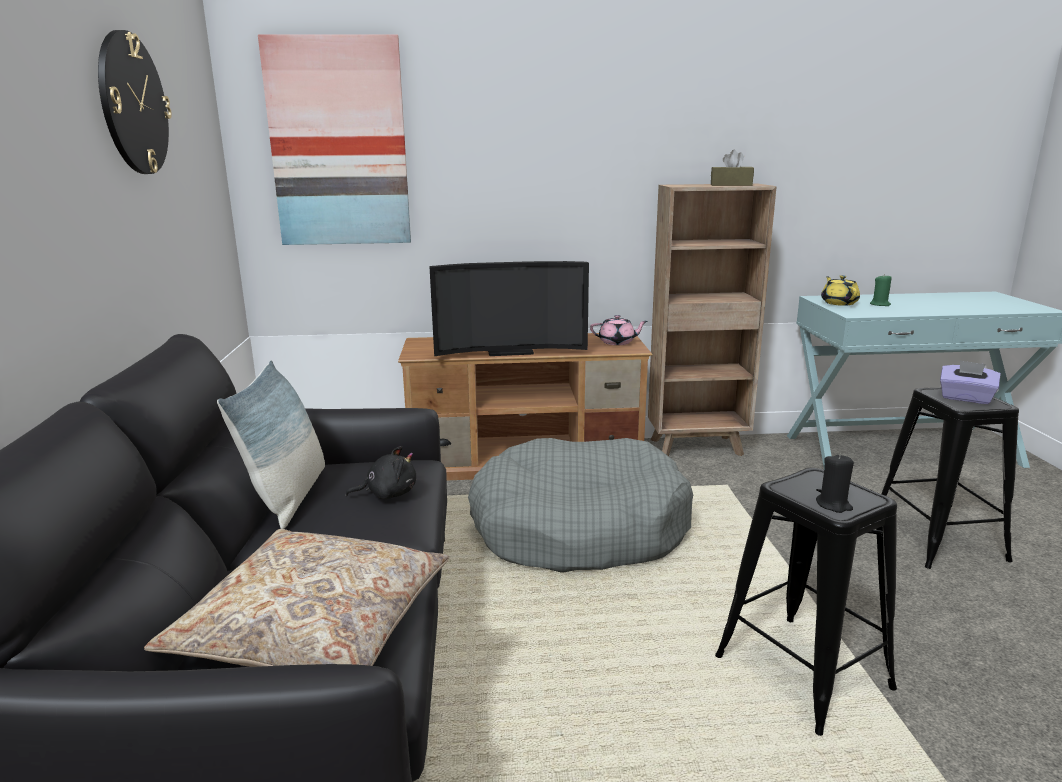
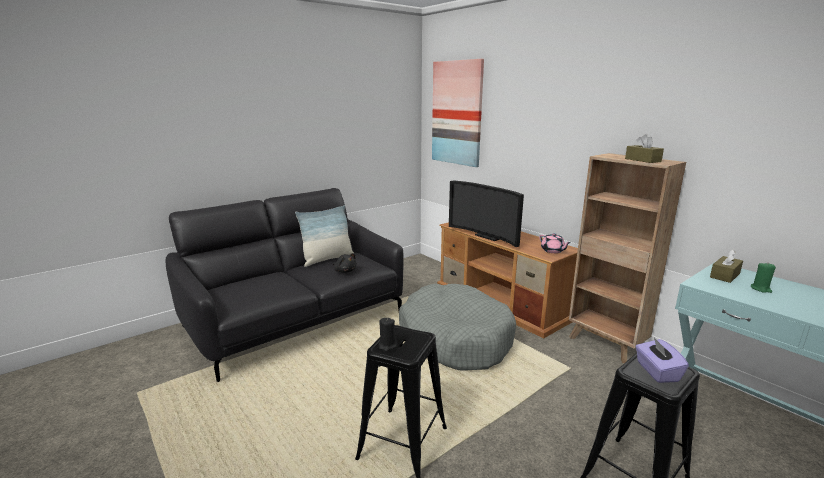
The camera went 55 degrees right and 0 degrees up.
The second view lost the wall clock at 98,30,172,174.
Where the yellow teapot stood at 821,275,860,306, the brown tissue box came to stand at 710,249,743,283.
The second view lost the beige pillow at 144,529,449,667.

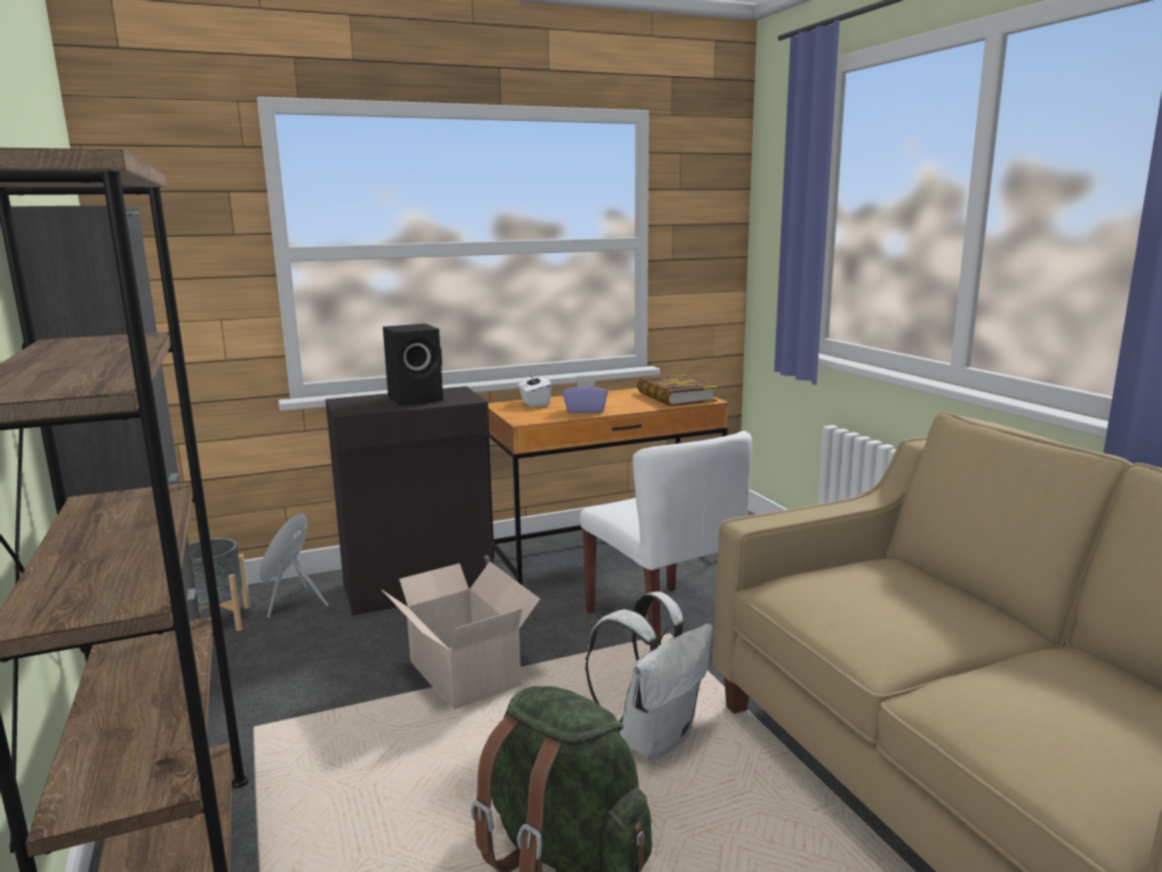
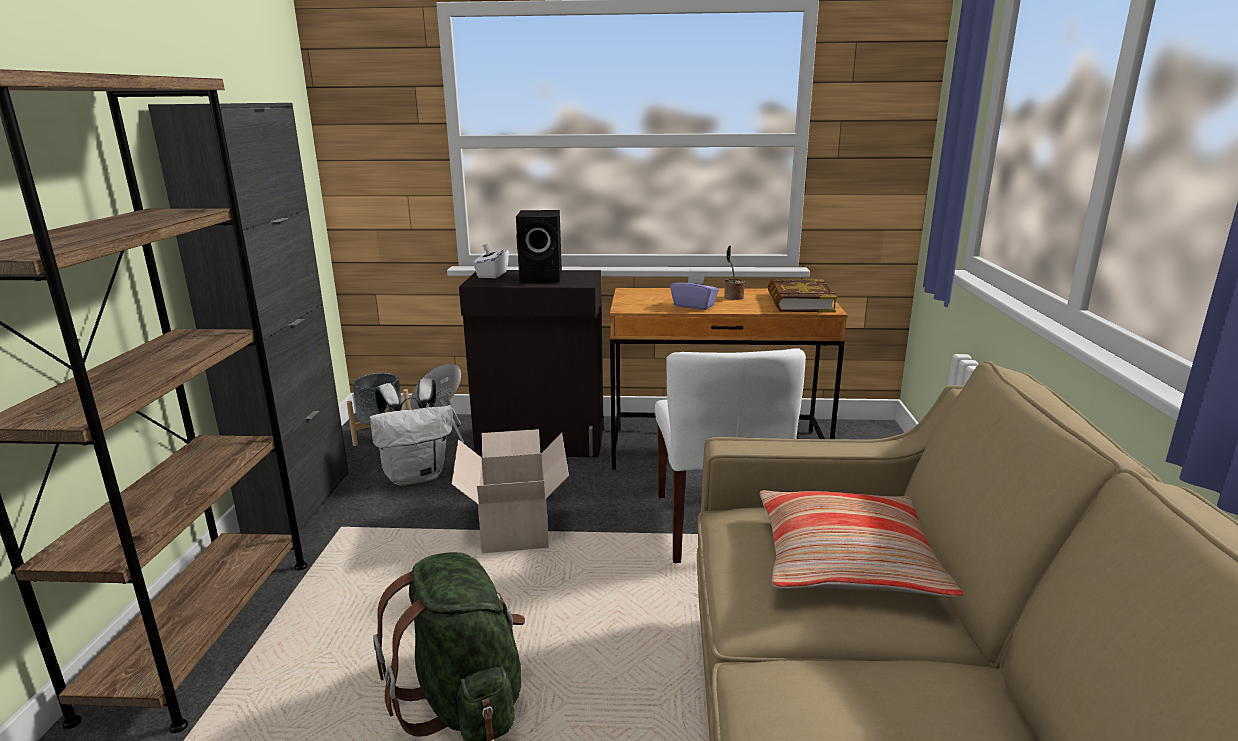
The camera went 25 degrees right and 5 degrees up.
The white tissue box ended up elsewhere, having gone from 518,369,552,407 to 473,242,509,278.
The white backpack ended up elsewhere, having gone from 585,592,713,760 to 370,378,453,486.
The second view gained the potted plant at 724,246,745,300.
The second view gained the pillow at 759,490,963,597.

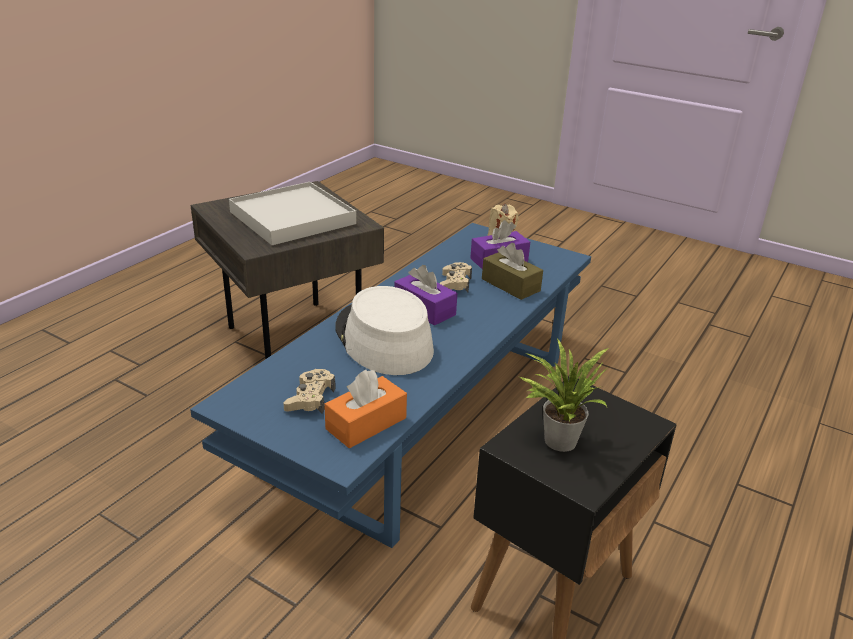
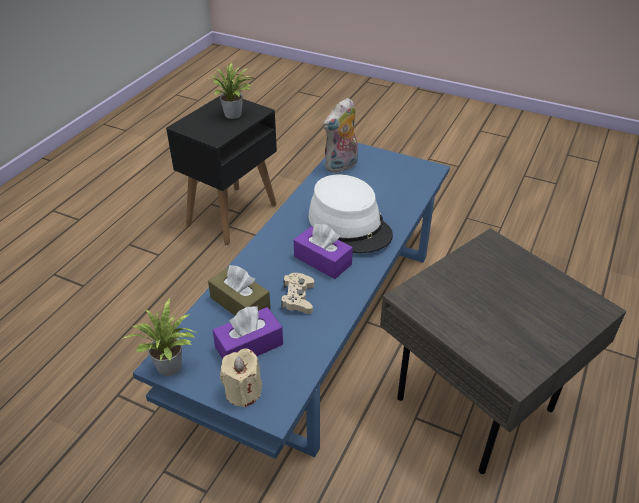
The camera went 175 degrees right and 10 degrees up.
The second view lost the white tray at 229,182,356,245.
The second view lost the beige game controller at 283,369,336,414.
Where the orange tissue box stood at 324,370,407,448, the plush toy came to stand at 323,98,358,173.
The second view gained the potted plant at 122,298,197,376.

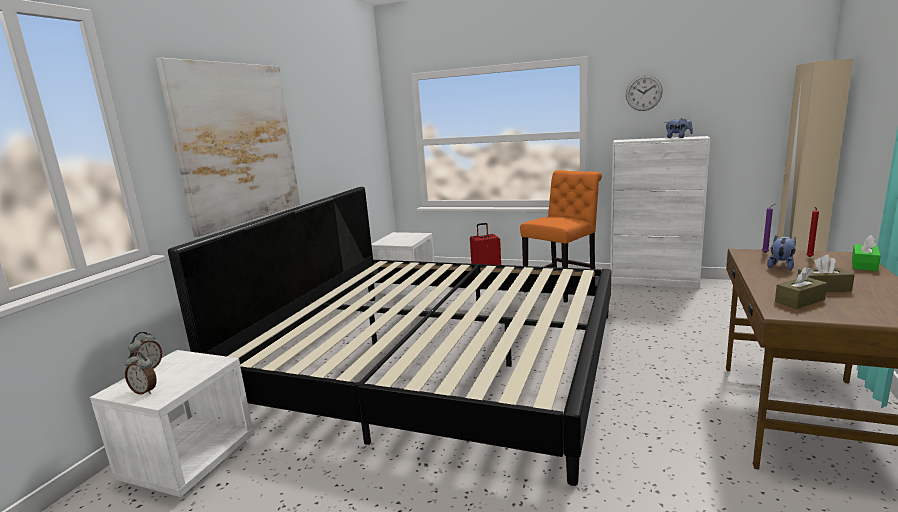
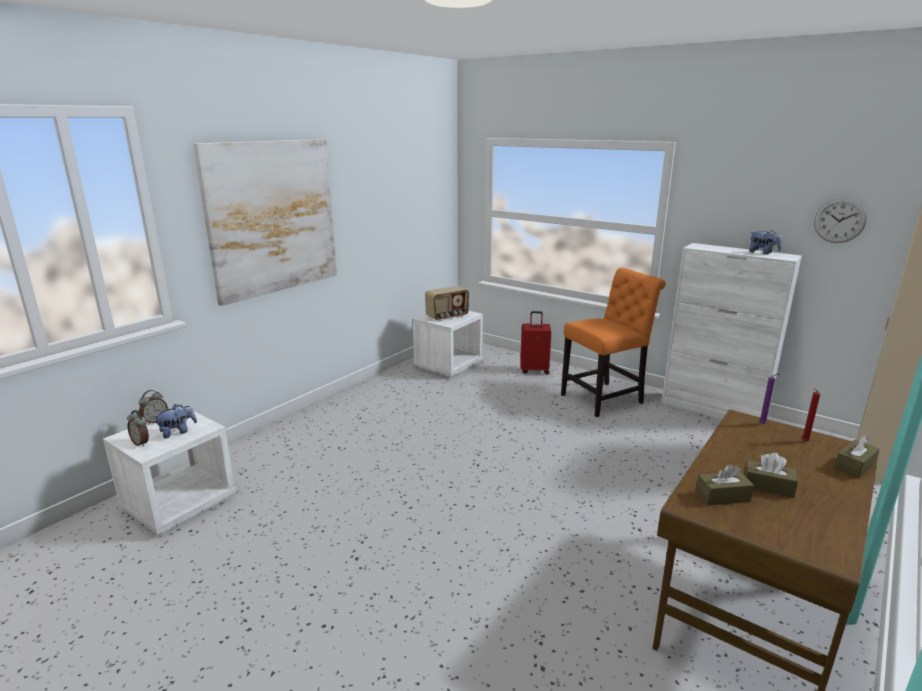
The camera went 15 degrees right and 5 degrees up.
The wall clock ended up elsewhere, having gone from 626,75,663,111 to 814,198,867,243.
The second view lost the bed at 168,187,611,486.
The plush toy ended up elsewhere, having gone from 767,235,796,270 to 153,404,197,438.
What was the green tissue box at 852,235,881,271 turned into the brown tissue box at 834,435,879,479.
The second view gained the radio at 425,286,469,321.

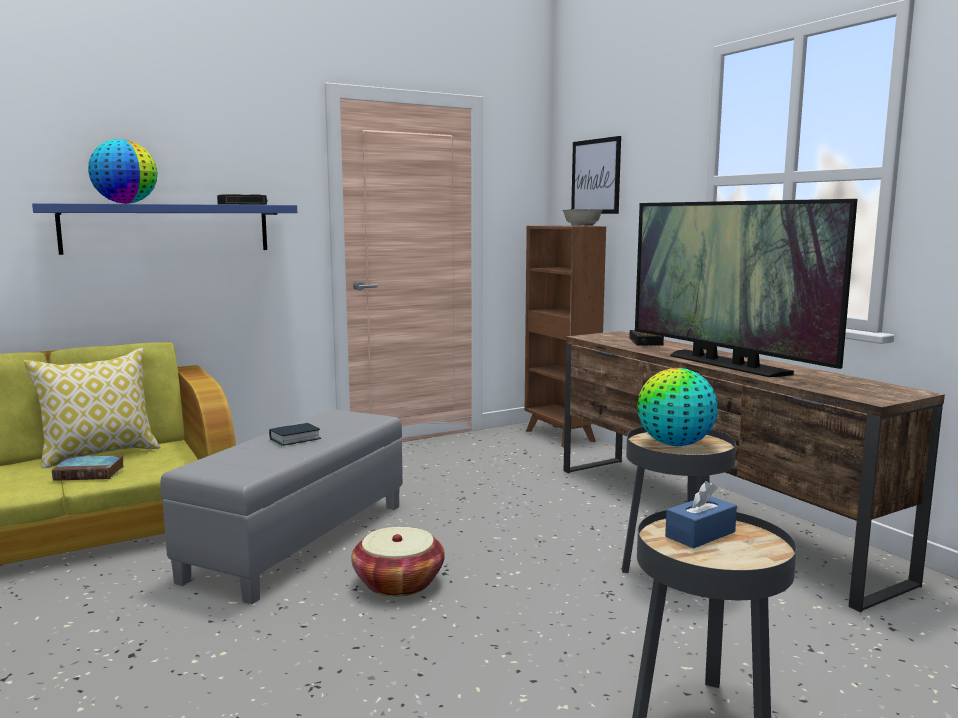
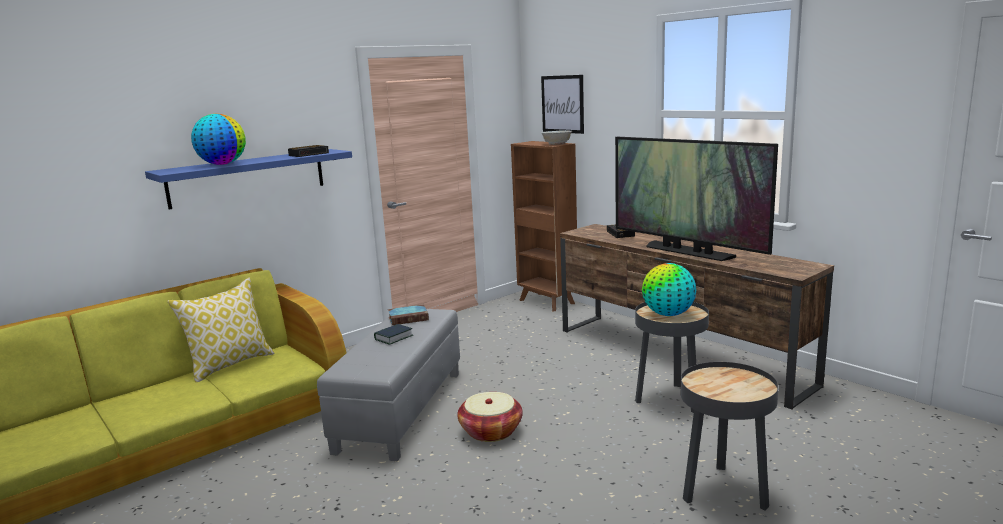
The camera went 10 degrees left and 5 degrees up.
The book ended up elsewhere, having gone from 52,455,124,481 to 388,304,429,325.
The second view lost the blue tissue box at 665,481,737,549.

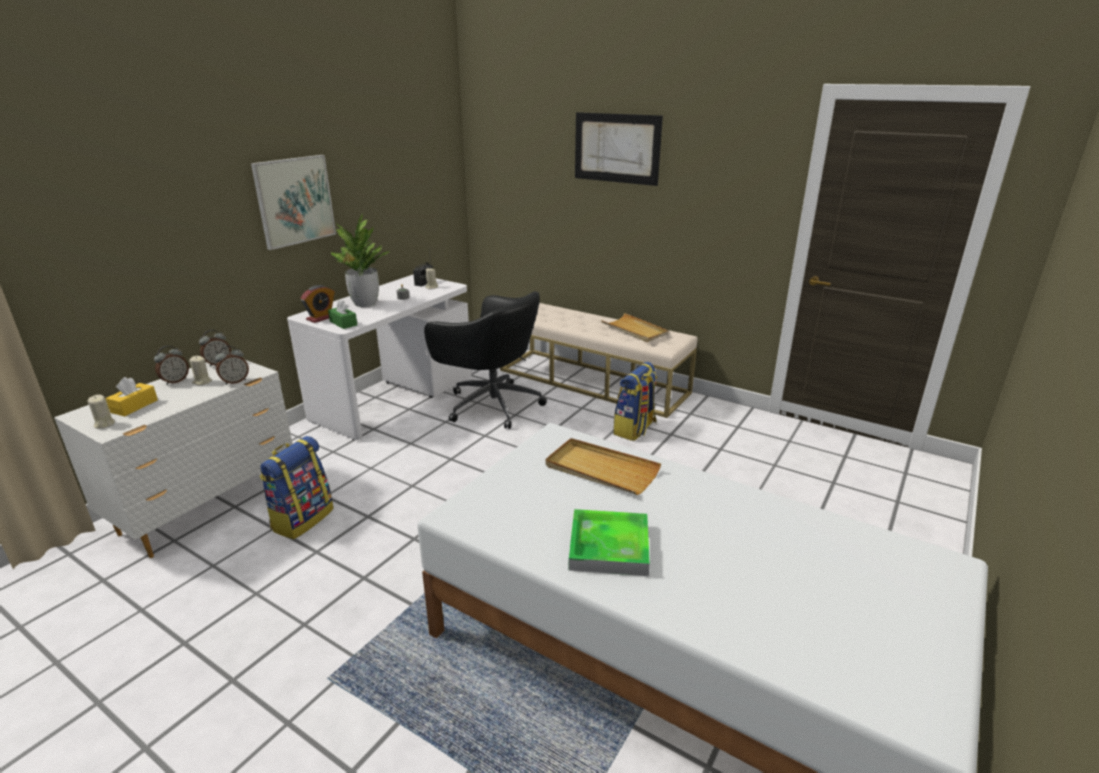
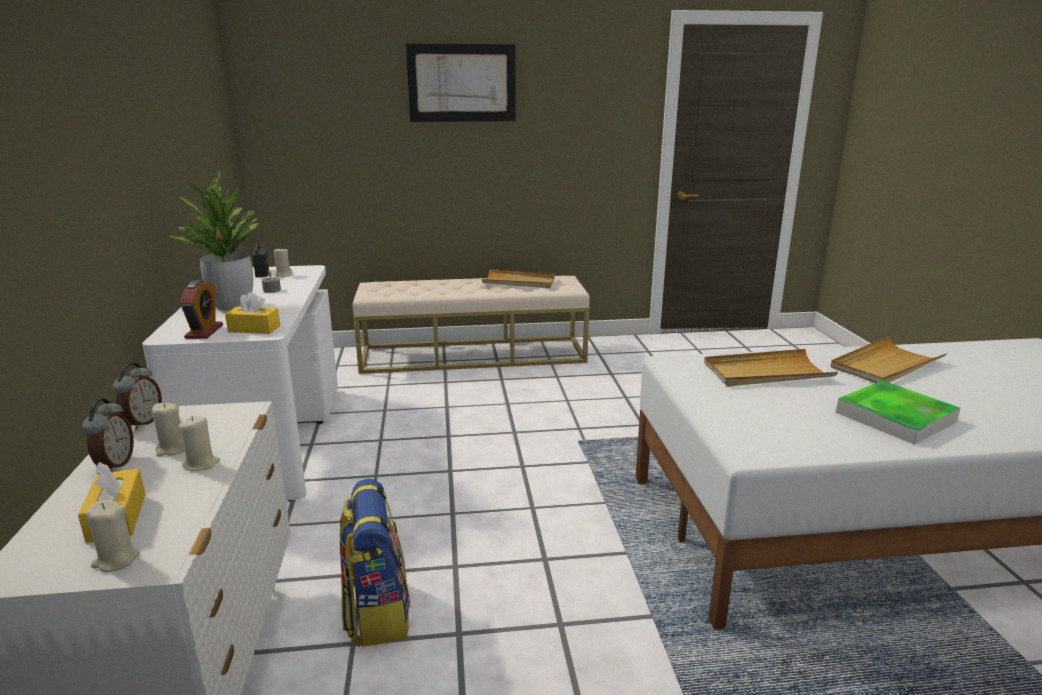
The camera went 40 degrees left and 5 degrees down.
The second view lost the picture at 251,155,336,250.
The second view lost the black office chair at 424,291,547,429.
What was the green tissue box at 328,300,357,329 turned into the yellow tissue box at 225,292,280,334.
The second view lost the alarm clock at 215,346,249,385.
The second view lost the backpack at 613,362,657,441.
The second view gained the beige tray at 831,336,947,383.
The second view gained the beige candle at 178,416,220,471.

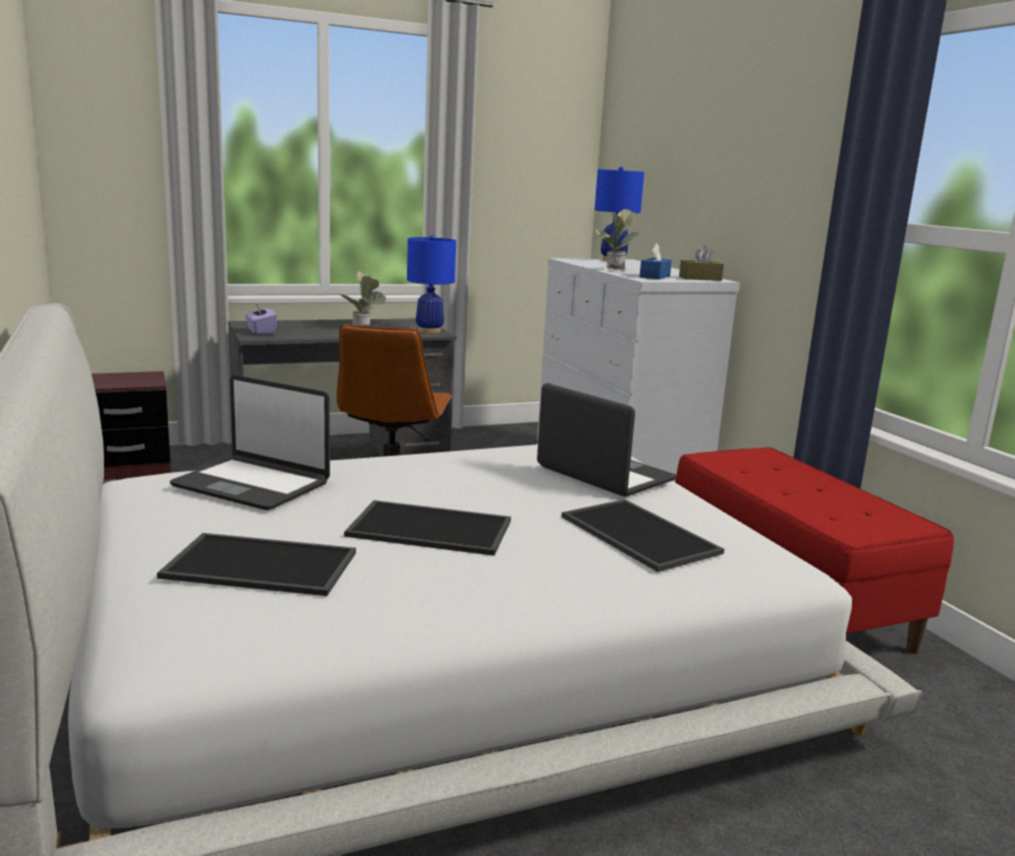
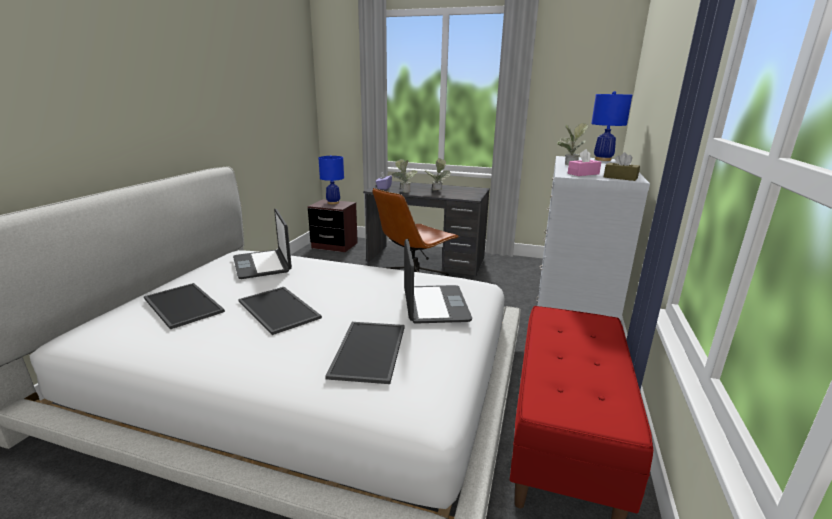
The camera went 40 degrees right and 5 degrees up.
The blue table lamp ended up elsewhere, having gone from 407,235,456,333 to 319,155,344,204.
What was the blue tissue box at 640,243,672,279 turned into the pink tissue box at 568,149,601,176.
The second view gained the potted plant at 392,159,418,193.

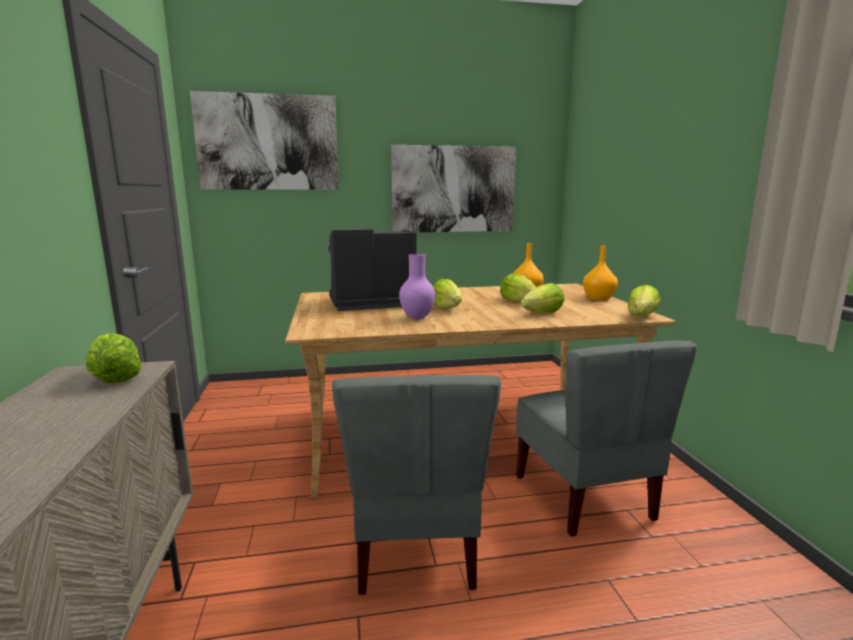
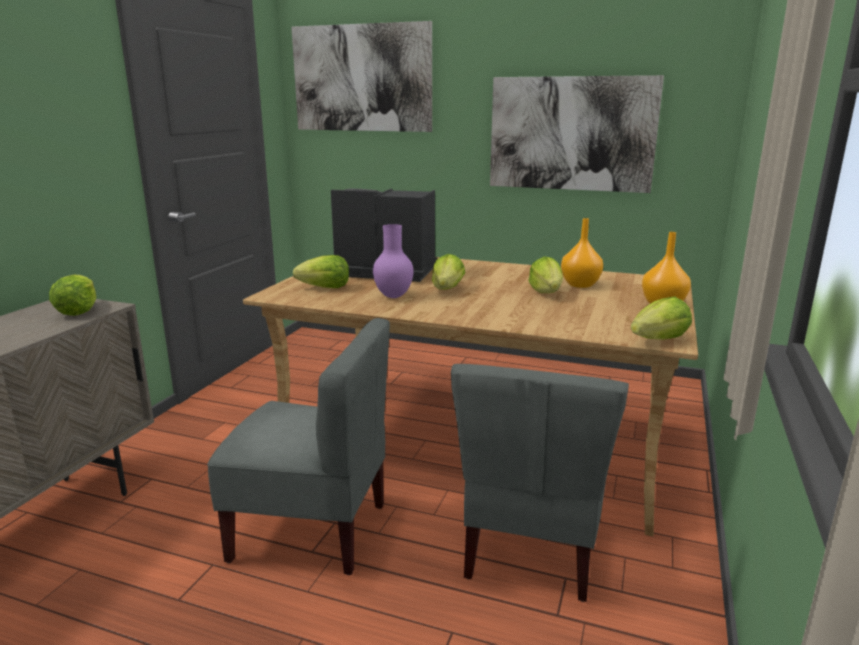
The camera went 30 degrees right and 5 degrees up.
The lettuce ended up elsewhere, having gone from 521,283,565,313 to 293,255,349,288.
The grey chair at 332,375,501,595 ended up facing another way, 105 degrees counterclockwise from before.

